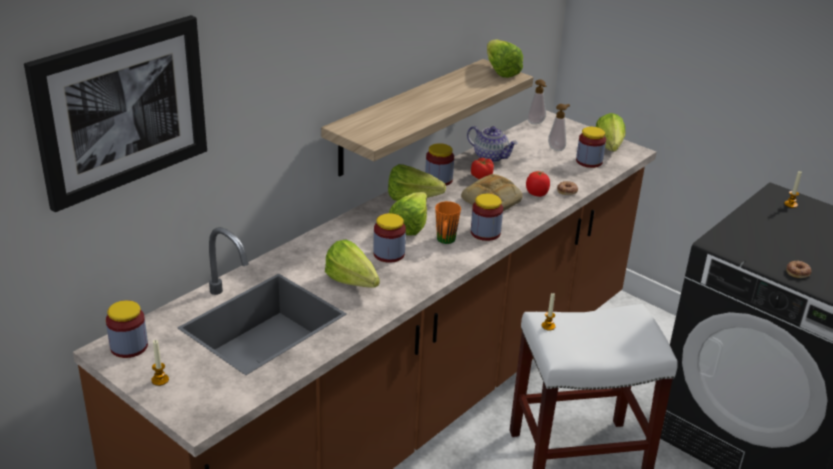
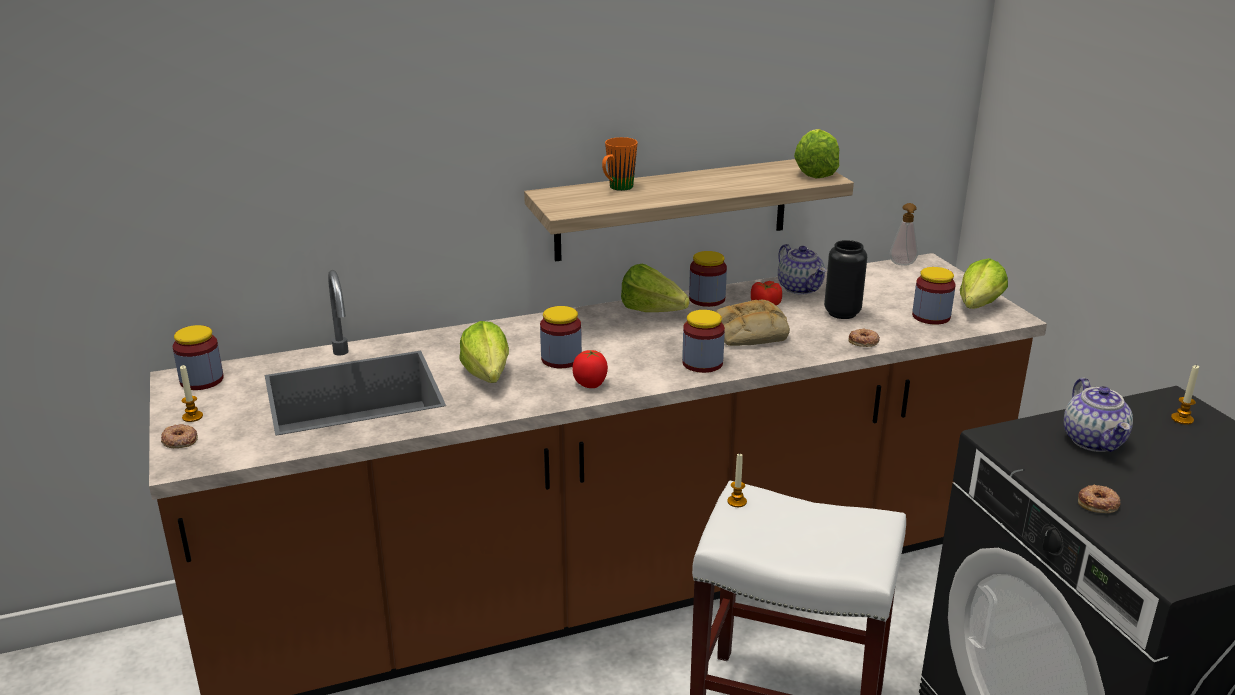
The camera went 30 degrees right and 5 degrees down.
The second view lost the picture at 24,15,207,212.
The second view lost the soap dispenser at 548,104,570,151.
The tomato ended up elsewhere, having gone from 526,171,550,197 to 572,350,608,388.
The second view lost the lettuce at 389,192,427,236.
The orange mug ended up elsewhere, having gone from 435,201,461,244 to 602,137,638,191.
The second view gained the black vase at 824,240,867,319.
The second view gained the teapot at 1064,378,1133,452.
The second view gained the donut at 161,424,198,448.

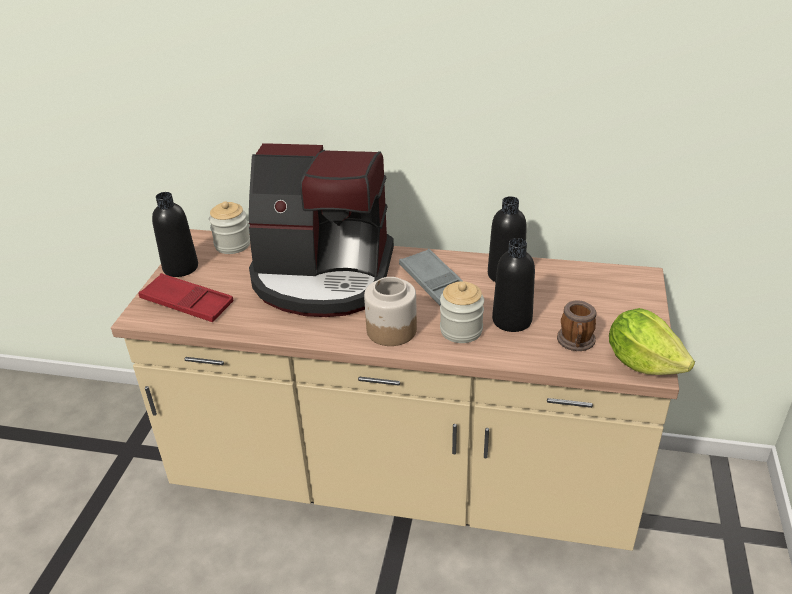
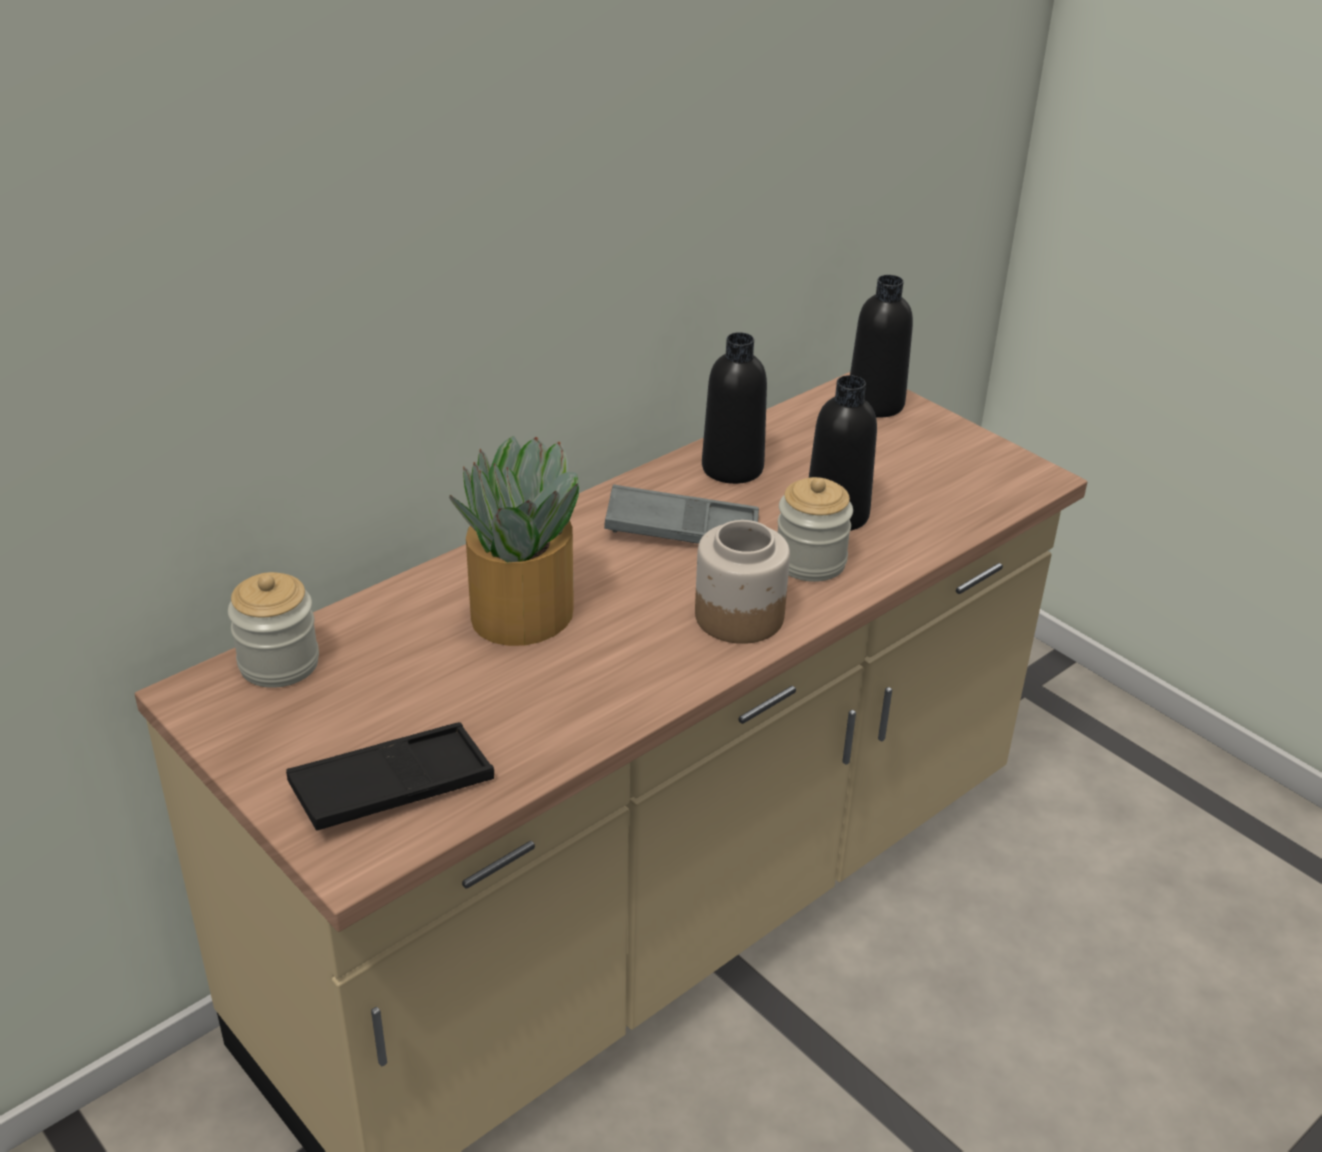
The camera went 55 degrees left and 0 degrees up.
Where the coffee machine stood at 249,143,394,317, the potted plant came to stand at 449,436,579,646.
The black bottle ended up elsewhere, having gone from 152,192,198,277 to 850,275,913,418.
What was the red tray at 138,273,233,322 turned into the black tray at 286,722,494,831.
The second view lost the mug at 557,301,596,351.
The second view lost the lettuce at 609,308,695,375.

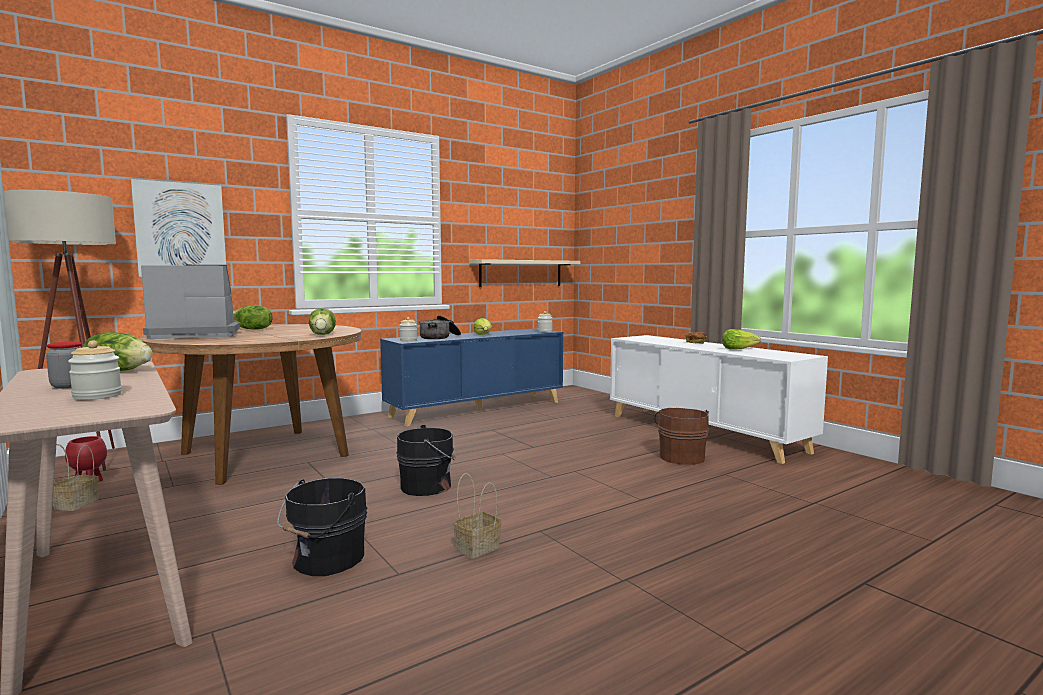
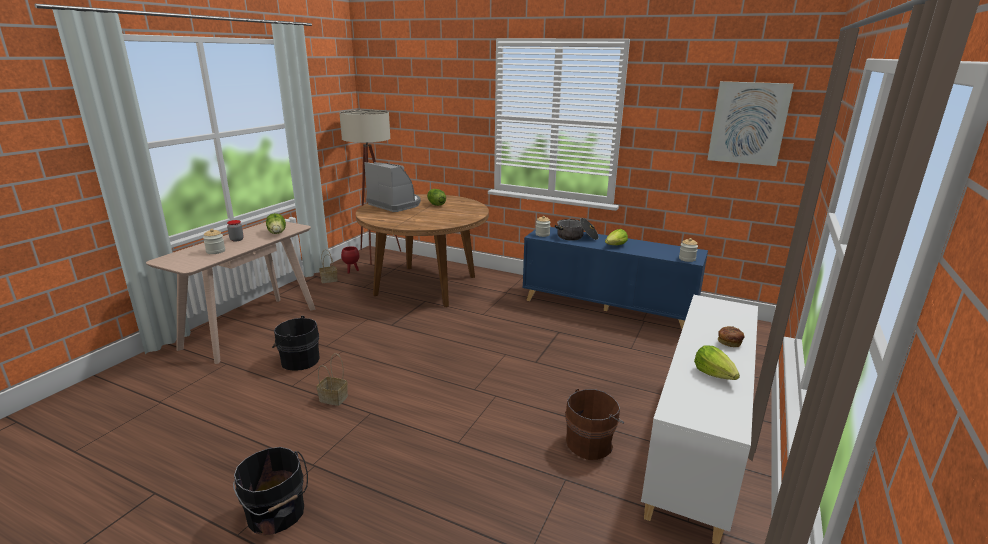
The camera went 60 degrees right and 15 degrees up.
The picture ended up elsewhere, having gone from 131,179,226,277 to 707,81,794,166.
The second view lost the beige shelf at 470,259,580,287.
The second view lost the lettuce at 309,308,336,335.
The black bucket ended up elsewhere, having gone from 396,425,456,496 to 233,447,308,535.

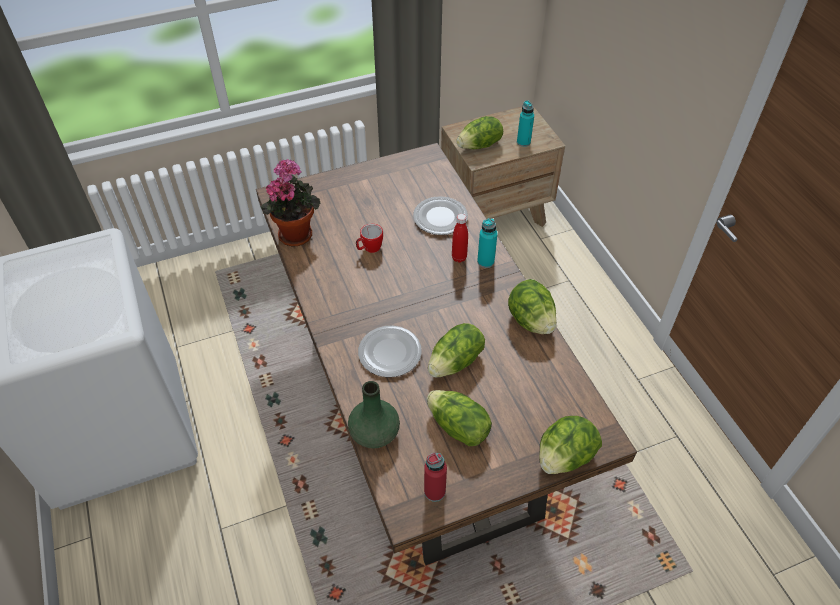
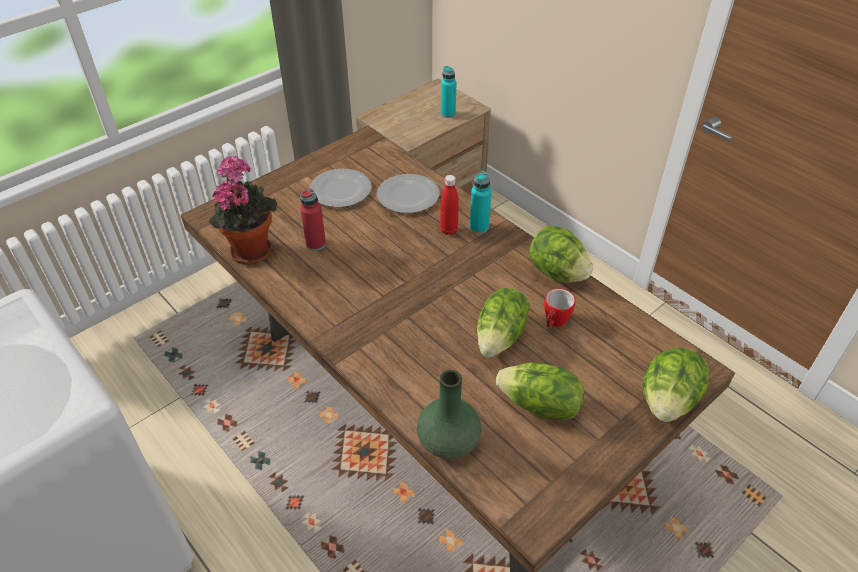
The camera went 20 degrees left and 5 degrees down.
The second view lost the lettuce at 456,116,503,149.
The mug ended up elsewhere, having gone from 356,224,383,253 to 544,289,575,327.
The plate ended up elsewhere, having gone from 358,326,422,377 to 309,169,372,207.
The red bottle ended up elsewhere, having gone from 424,453,447,502 to 300,189,326,251.

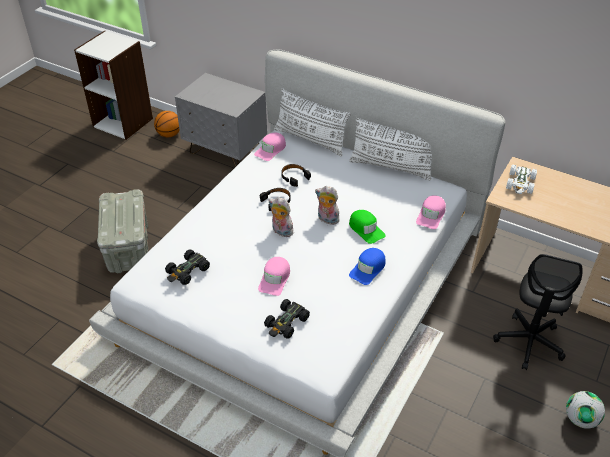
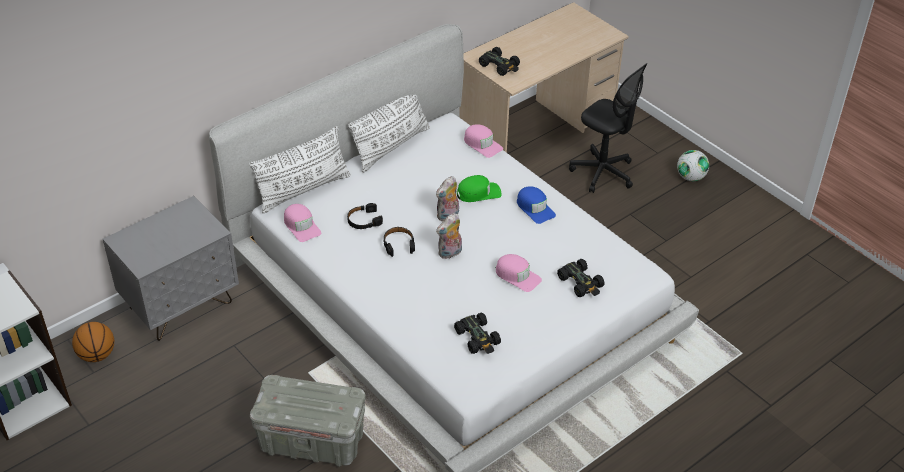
The camera went 70 degrees left and 0 degrees up.
What was the white toy car at 506,165,537,194 turned into the black toy car at 479,47,520,76.

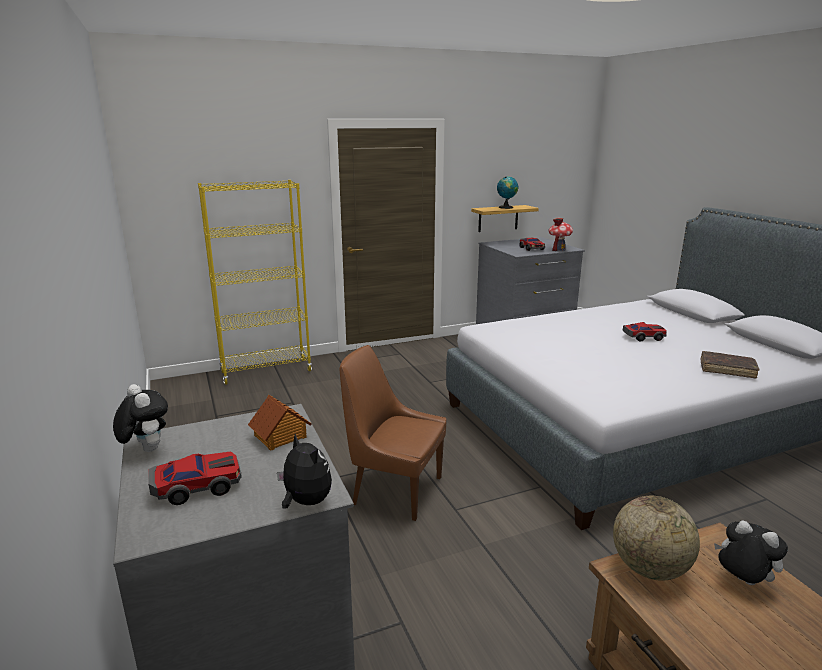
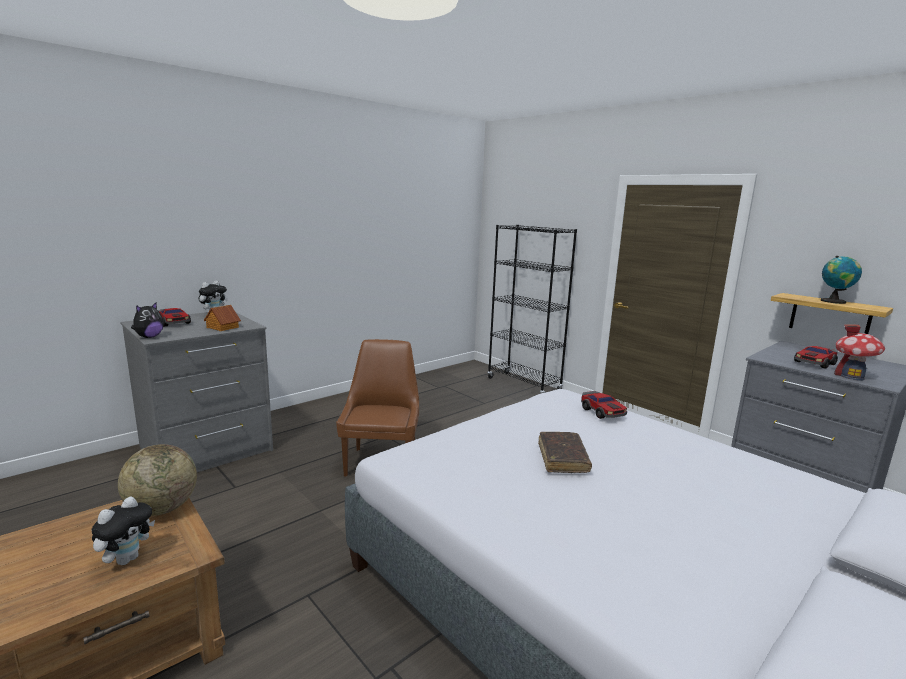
The camera went 70 degrees right and 5 degrees down.
What was the yellow bookcase at 198,180,312,385 turned into the black bookcase at 488,225,577,393.
The toy car ended up elsewhere, having gone from 623,322,667,341 to 581,391,627,419.
The brown book ended up elsewhere, having gone from 701,351,759,379 to 538,432,592,473.

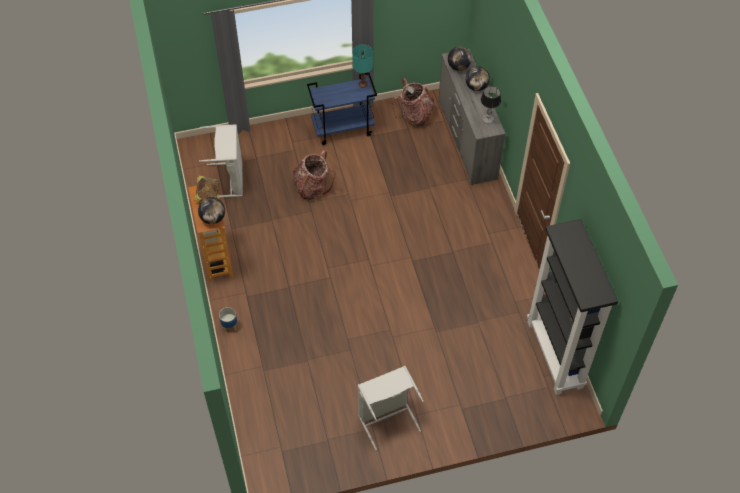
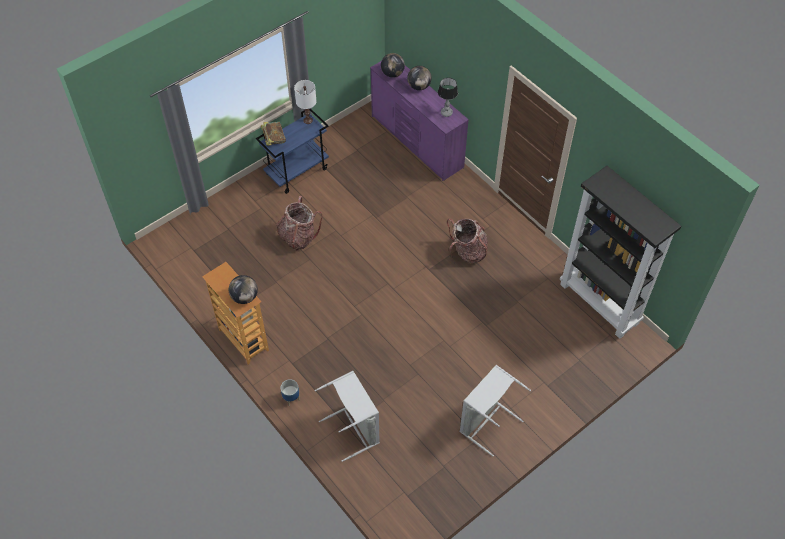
The camera went 25 degrees left and 0 degrees up.
What was the turquoise table lamp at 352,44,373,88 turned into the white table lamp at 294,80,317,124.
What was the grey dresser at 438,49,505,185 turned into the purple dresser at 370,61,469,181.
The backpack ended up elsewhere, having gone from 392,78,435,126 to 447,219,488,263.
The grey laundry basket ended up elsewhere, having gone from 199,124,243,198 to 315,371,380,462.
The book ended up elsewhere, having gone from 194,176,219,201 to 261,122,286,146.

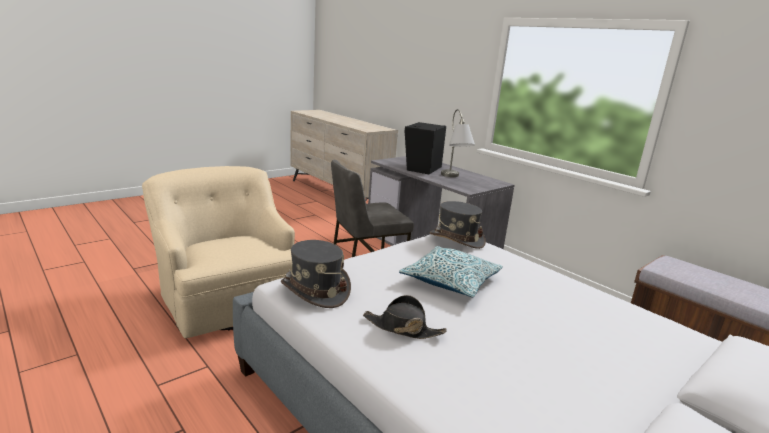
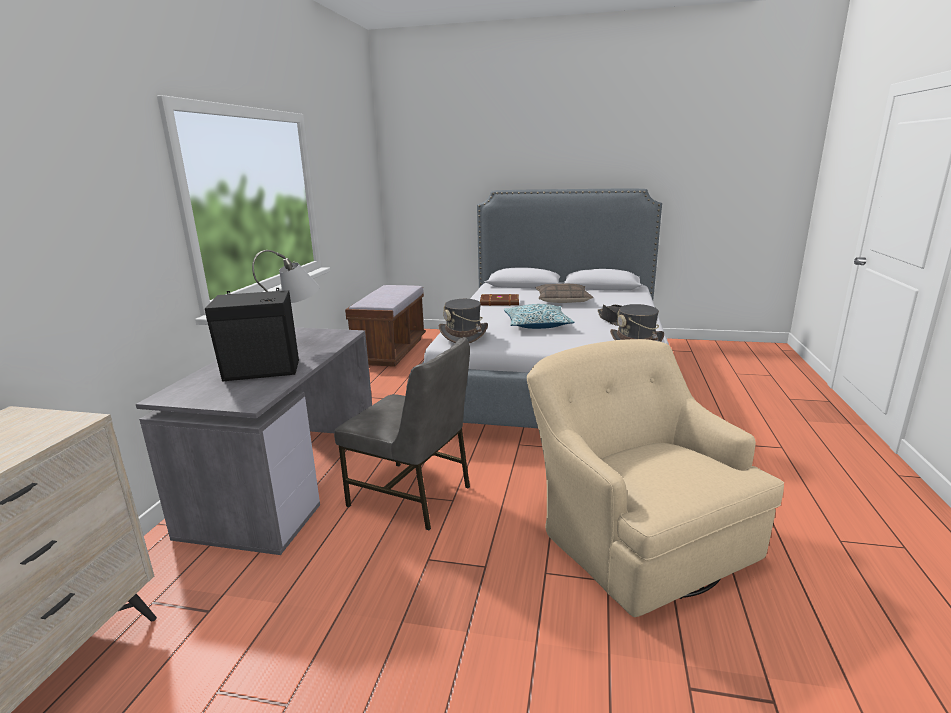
The camera went 125 degrees left and 0 degrees up.
The beige armchair at 142,166,295,338 ended up facing another way, 135 degrees clockwise from before.
The second view gained the pillow at 535,284,593,303.
The second view gained the brown book at 480,294,519,306.

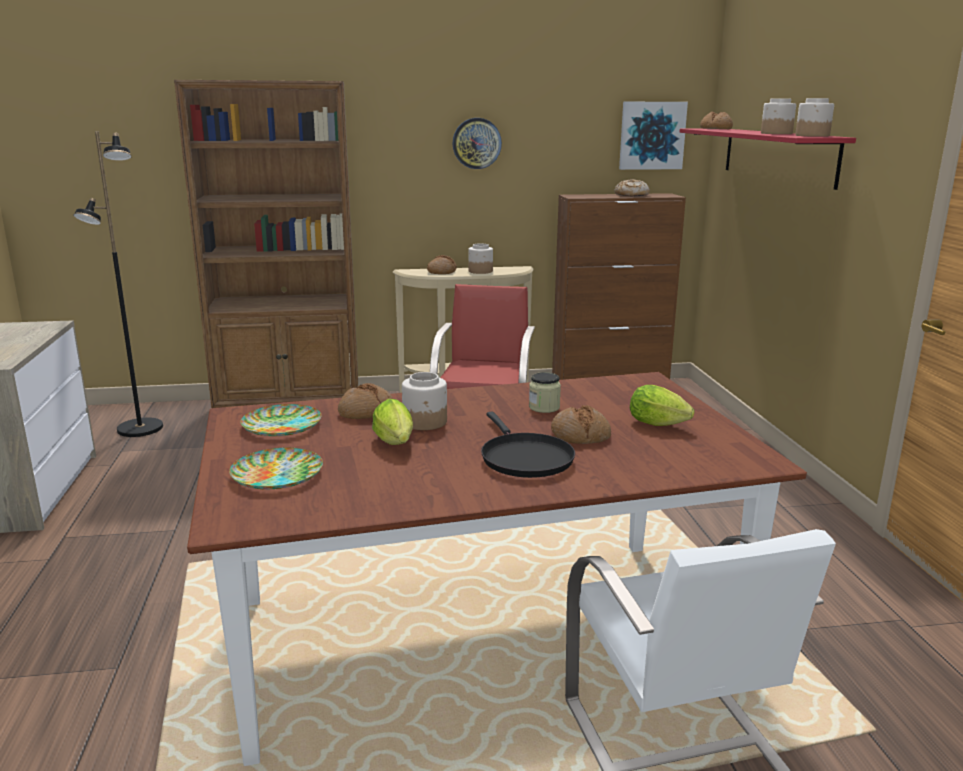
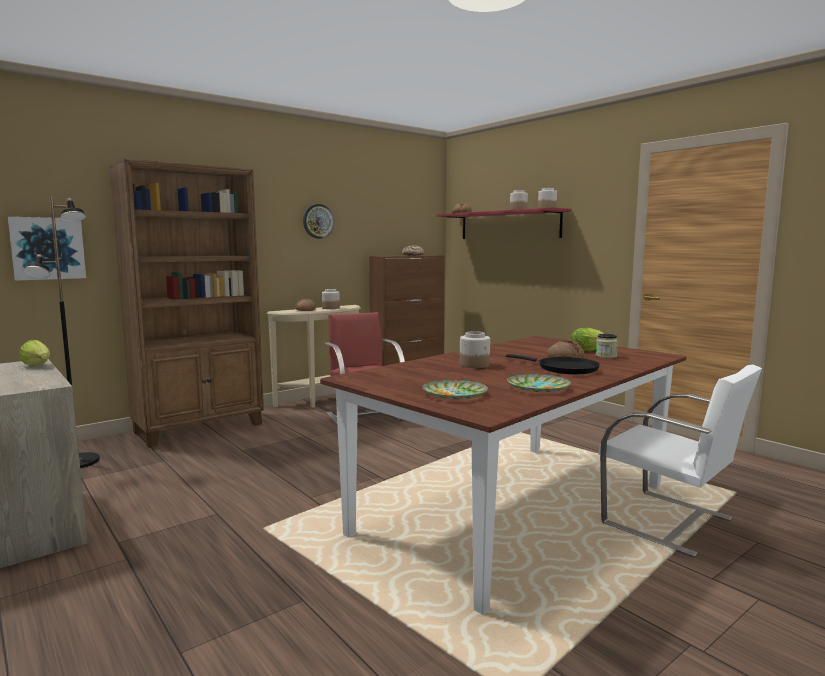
The camera went 30 degrees left and 10 degrees down.
The picture ended up elsewhere, having gone from 619,102,688,170 to 8,217,86,281.
The jar ended up elsewhere, having gone from 529,372,561,413 to 596,334,618,358.
The second view lost the bread at 338,383,393,419.
The lettuce ended up elsewhere, having gone from 372,399,413,445 to 19,340,50,366.
The plate ended up elsewhere, having gone from 240,404,322,436 to 507,374,571,392.

